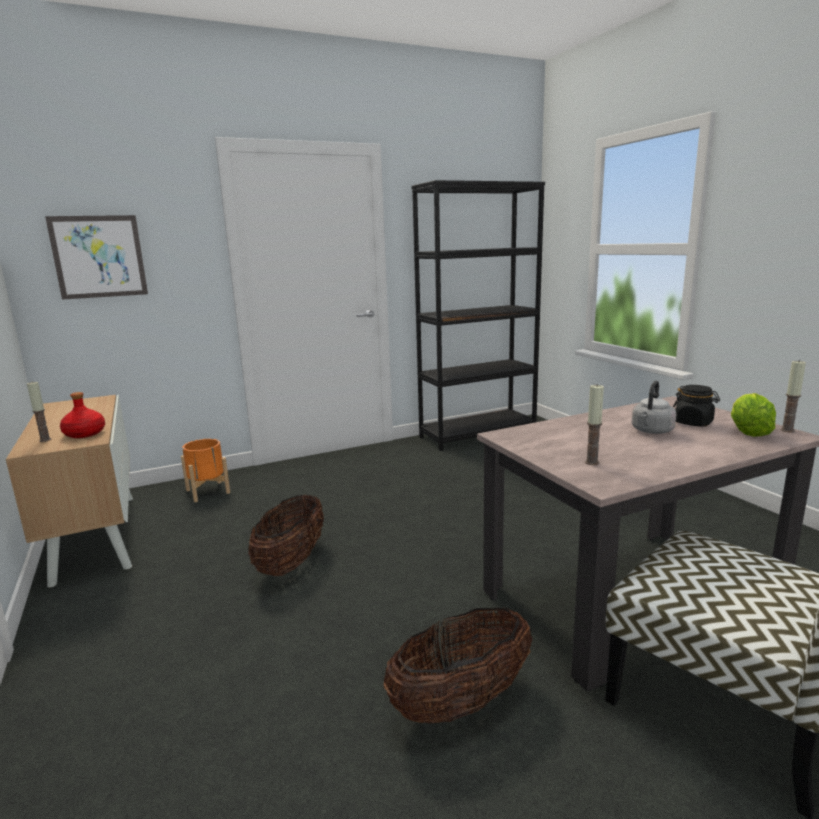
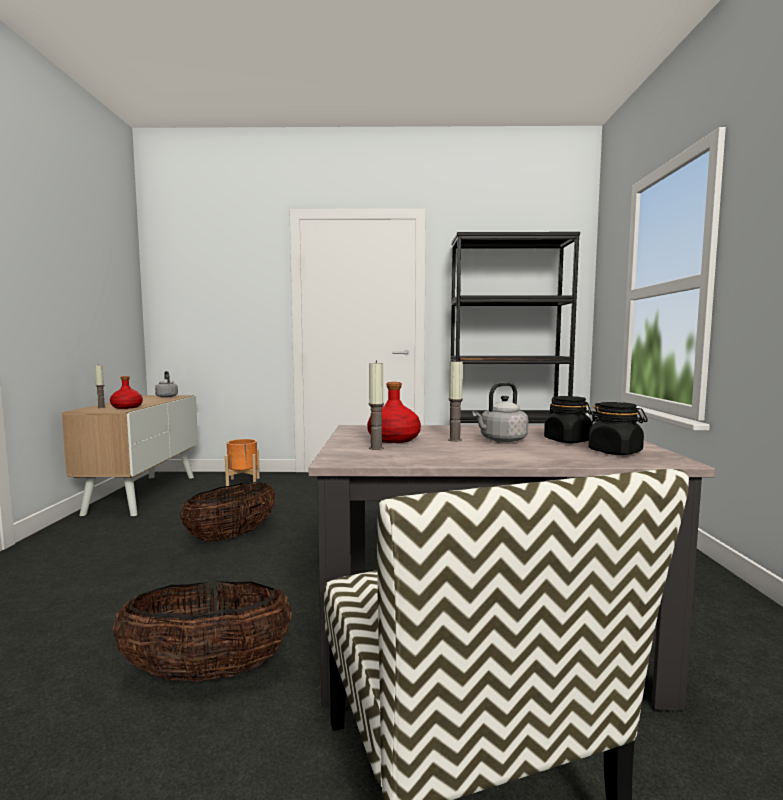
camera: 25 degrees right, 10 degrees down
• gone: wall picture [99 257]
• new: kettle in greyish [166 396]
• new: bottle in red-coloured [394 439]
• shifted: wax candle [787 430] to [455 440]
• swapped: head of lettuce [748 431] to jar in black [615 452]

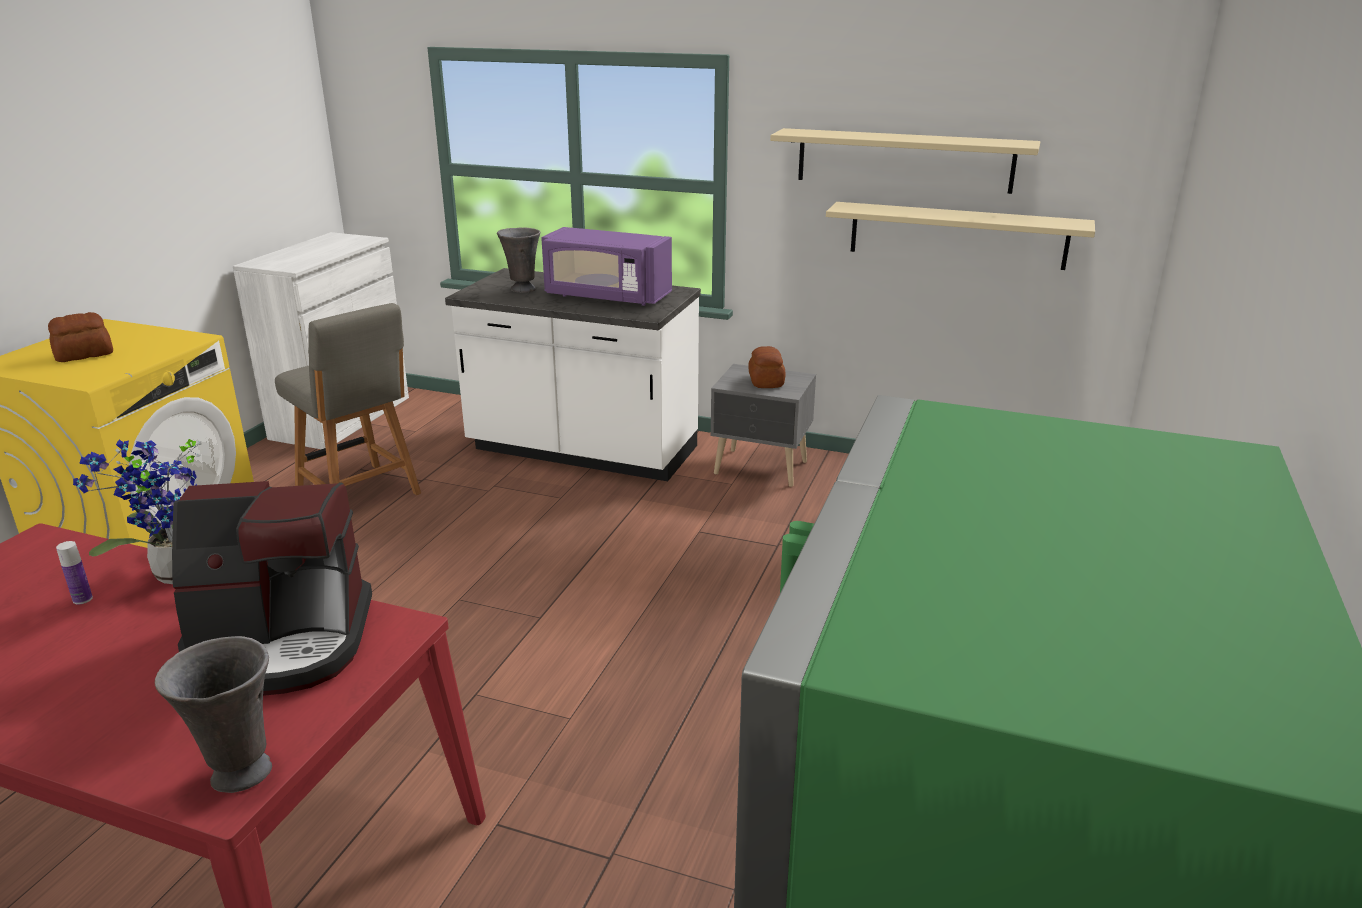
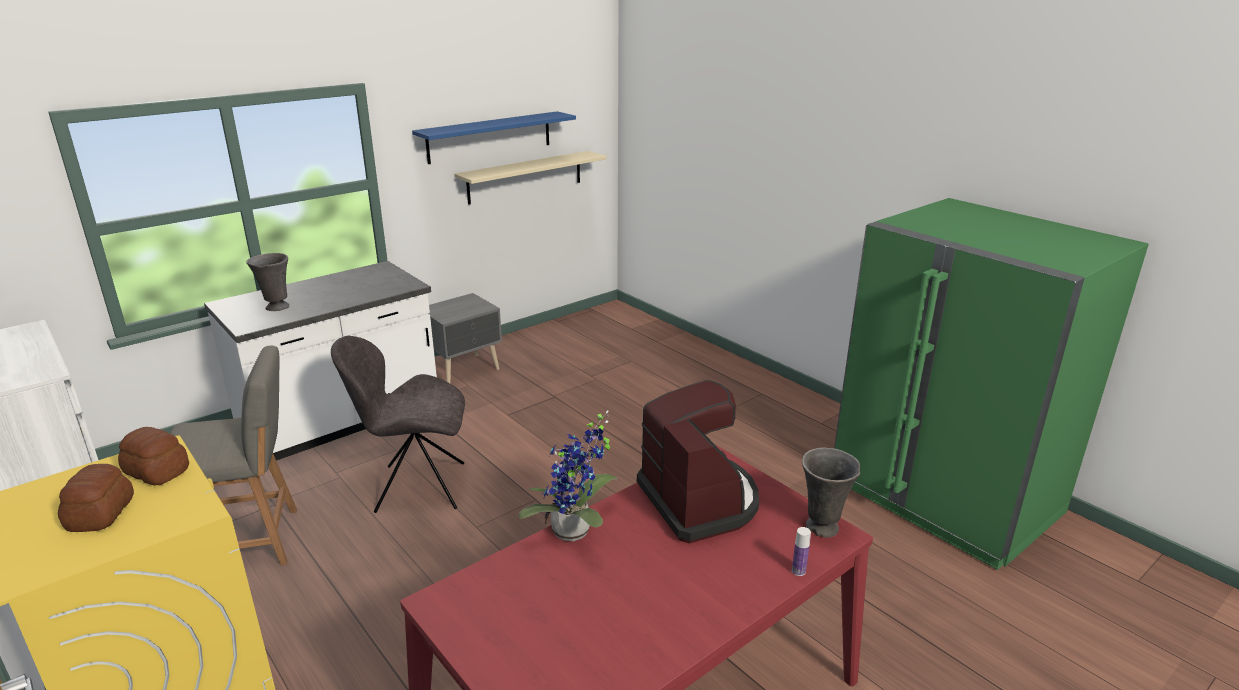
camera: 60 degrees left, 0 degrees up
• gone: microwave oven in purple-coloured [606 297]
• new: upright chair in greyish [416 487]
• shifted: bottle [82 599] to [798 571]
• shifted: bakery bread [766 381] to [157 471]
• repainted: bracket shelf in sand-coloured [904 160] to bracket shelf in blue-coloured [490 137]
• rotated: coffee brewer [281 643] = [699 501] 45 degrees counterclockwise

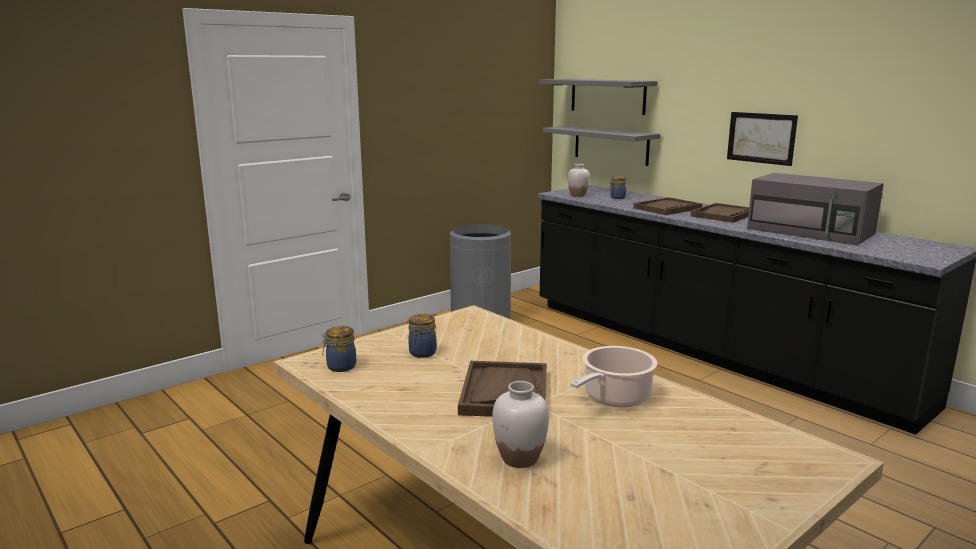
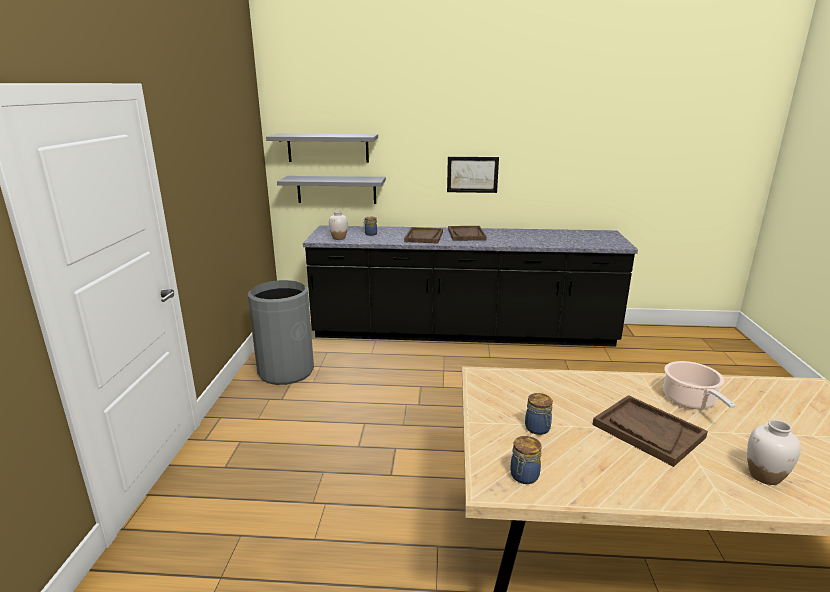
camera: 45 degrees left, 5 degrees up
• gone: microwave oven in greyish [811 231]

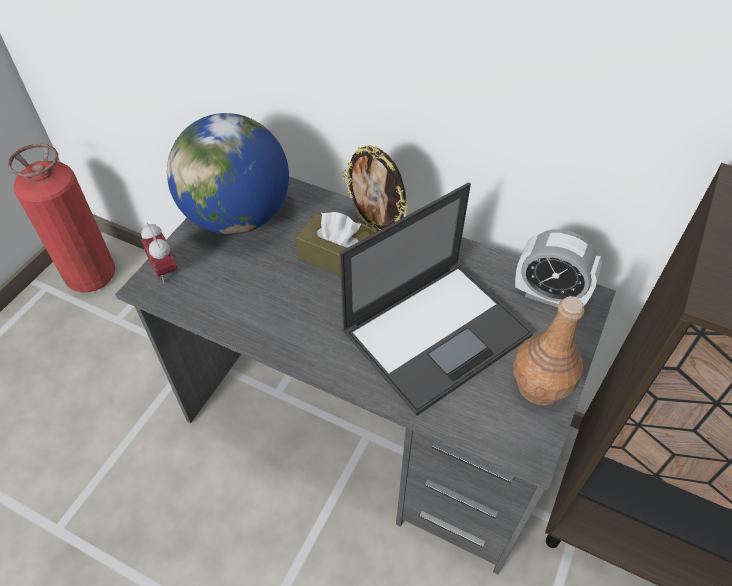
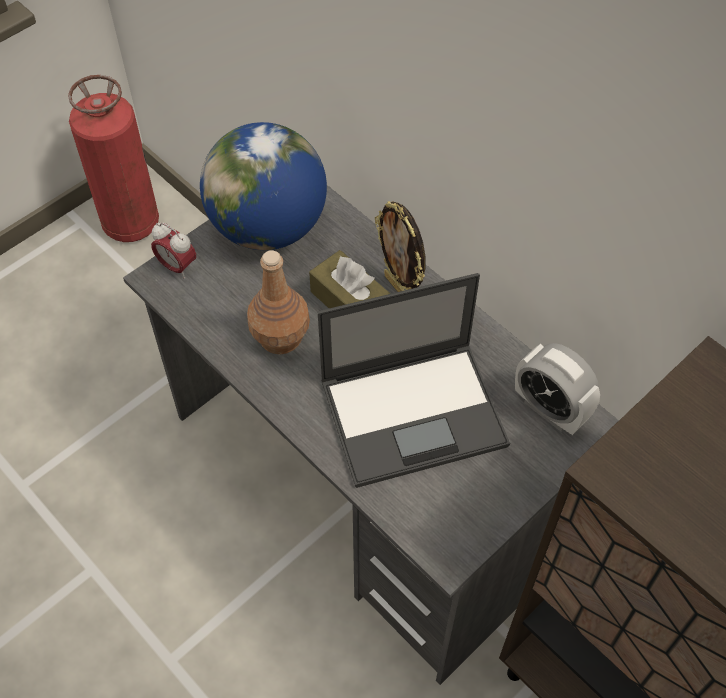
camera: 20 degrees right, 5 degrees up
• shifted: bottle in brown-coloured [539 386] to [279 337]
• rotated: bedside clock [165 270] = [177 266] 45 degrees counterclockwise

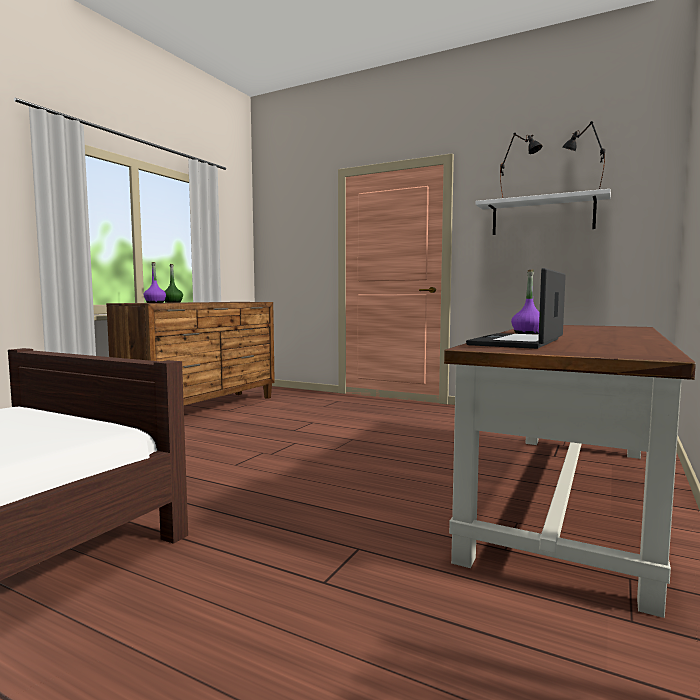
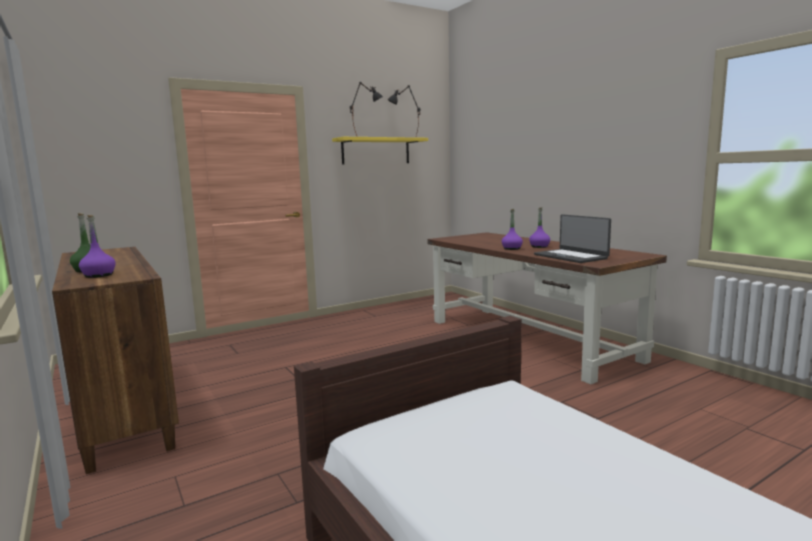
camera: 60 degrees left, 5 degrees up
• new: bottle in purple-coloured [539 246]
• repainted: bracket shelf in white [542 216] to bracket shelf in yellow-coloured [376 151]

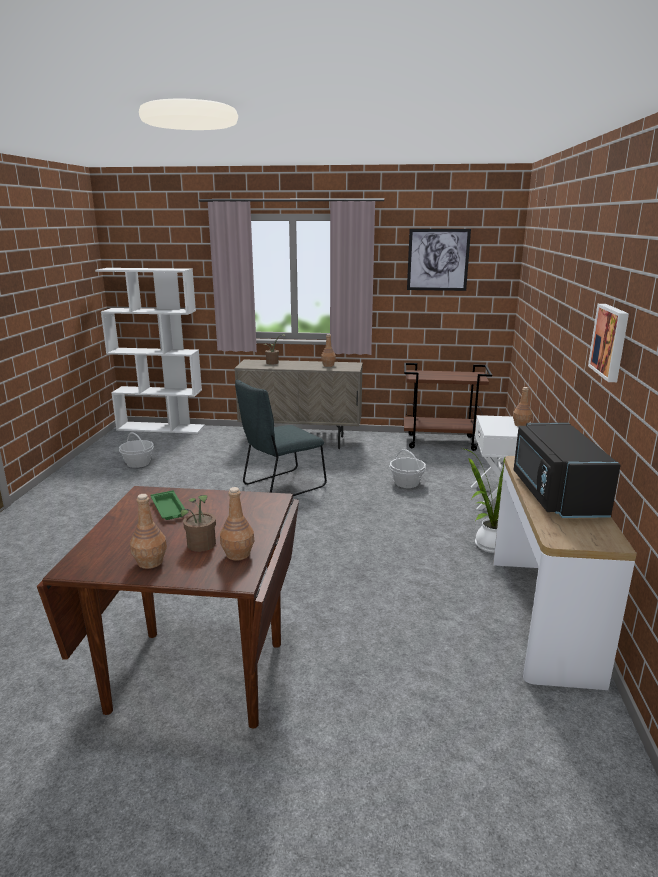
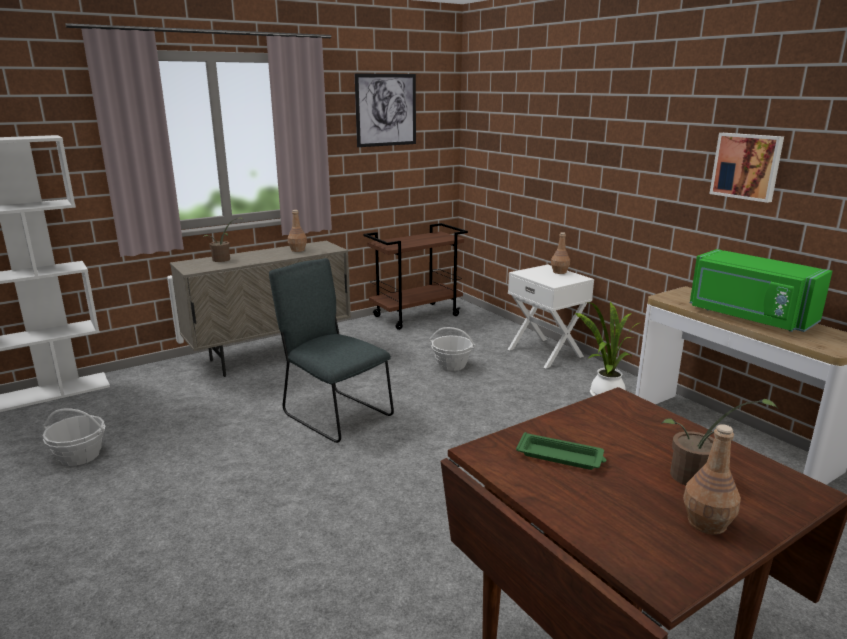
camera: 40 degrees left, 0 degrees up
• gone: bottle in brown-coloured [238 554]
• repainted: microwave oven in black [555 495] to microwave oven in greenish [749 317]
• rotated: upright chair in greyish [281 486] = [334 413] 120 degrees clockwise

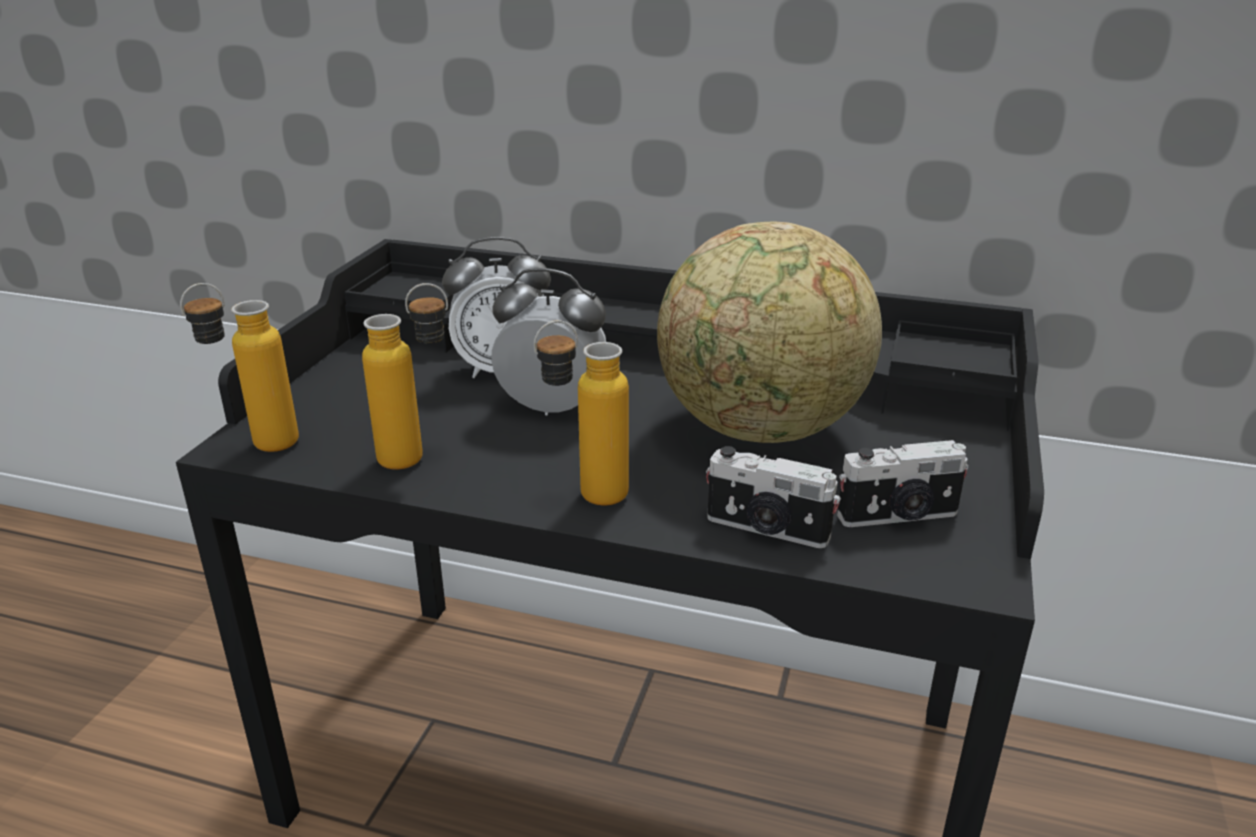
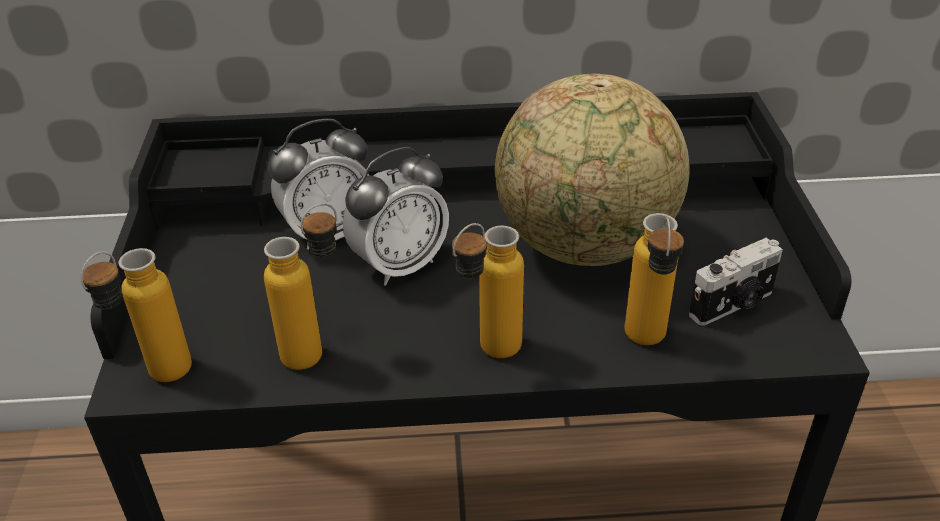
camera: 20 degrees left, 10 degrees up
• swapped: photo camera [766 530] to bottle [646 345]
• rotated: bedside clock [552 408] = [399 265] 150 degrees clockwise

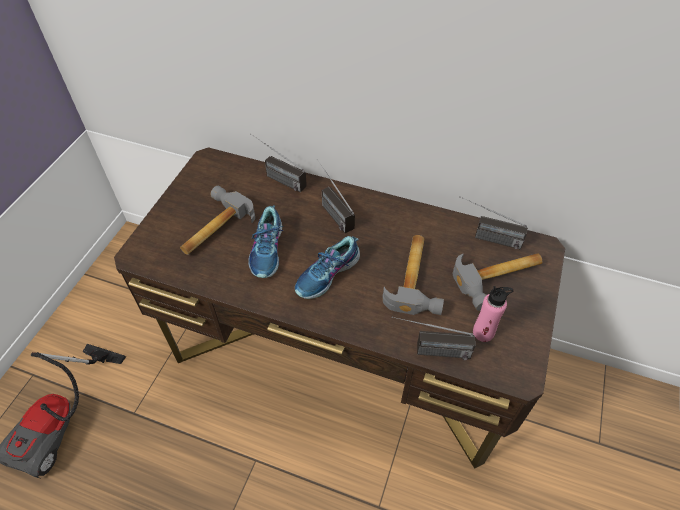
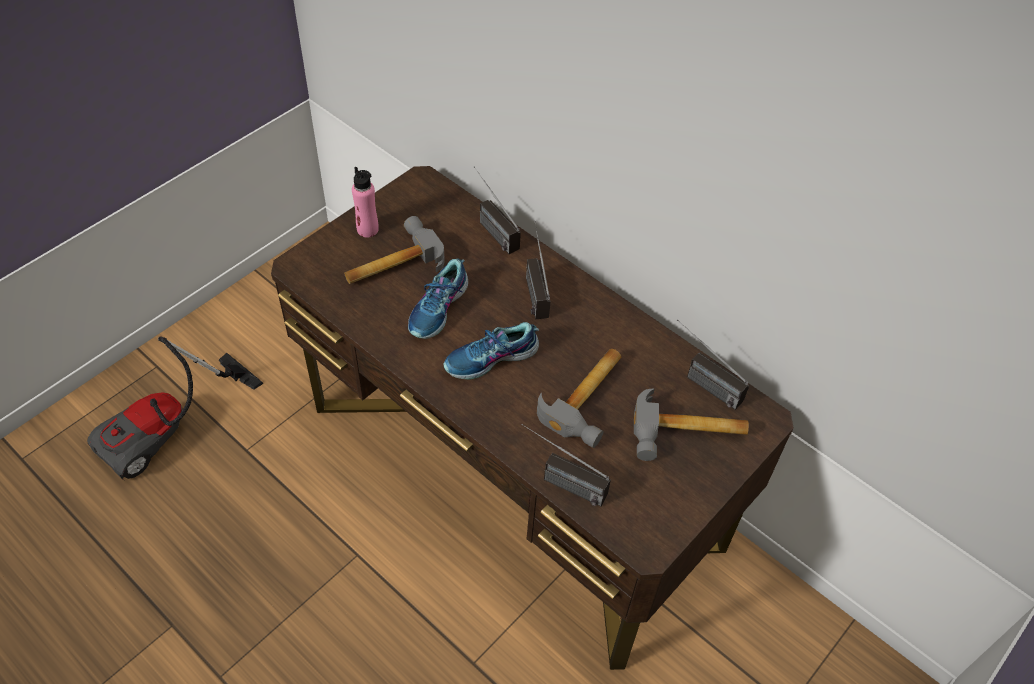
camera: 20 degrees right, 0 degrees up
• shifted: bottle in pink-coloured [483 332] to [367 229]

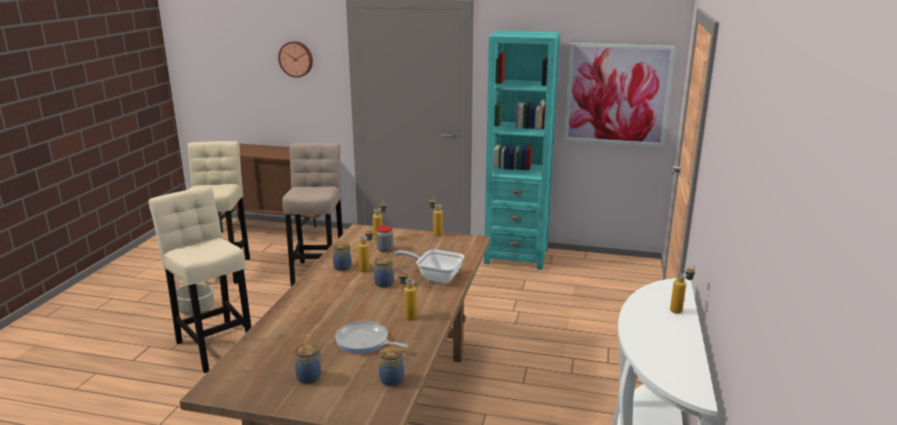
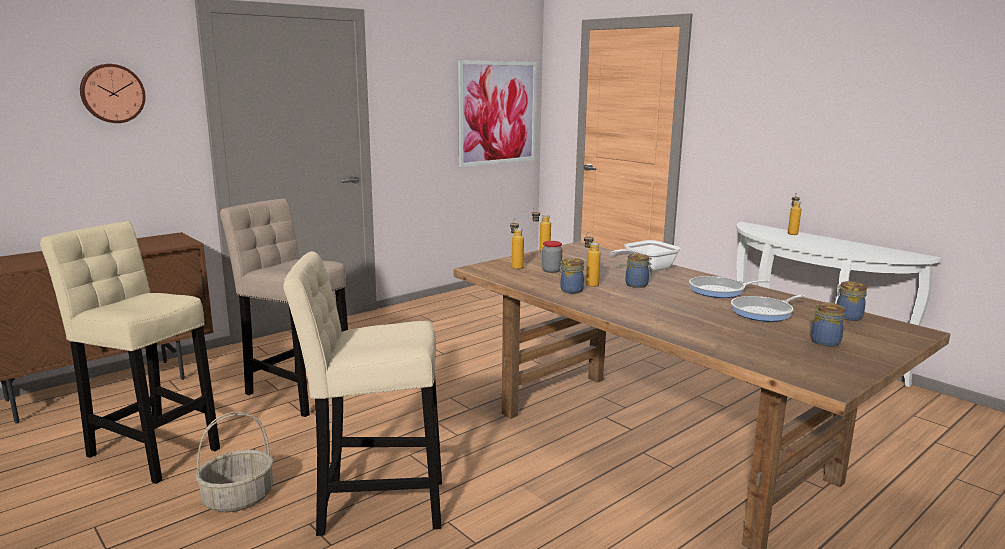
camera: 55 degrees left, 5 degrees down
• gone: shelving unit in turquoise-coloured [516 256]
• swapped: bottle [407 315] to skillet [720 291]

